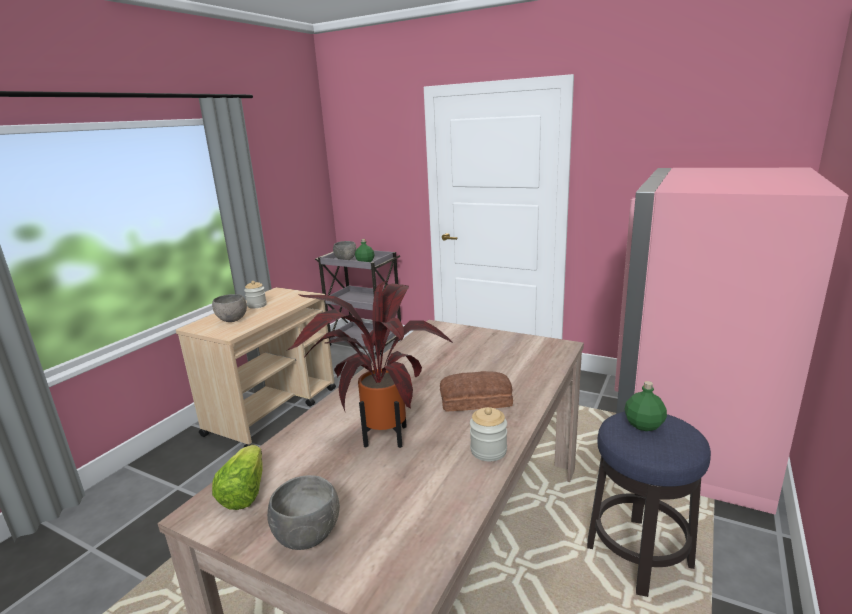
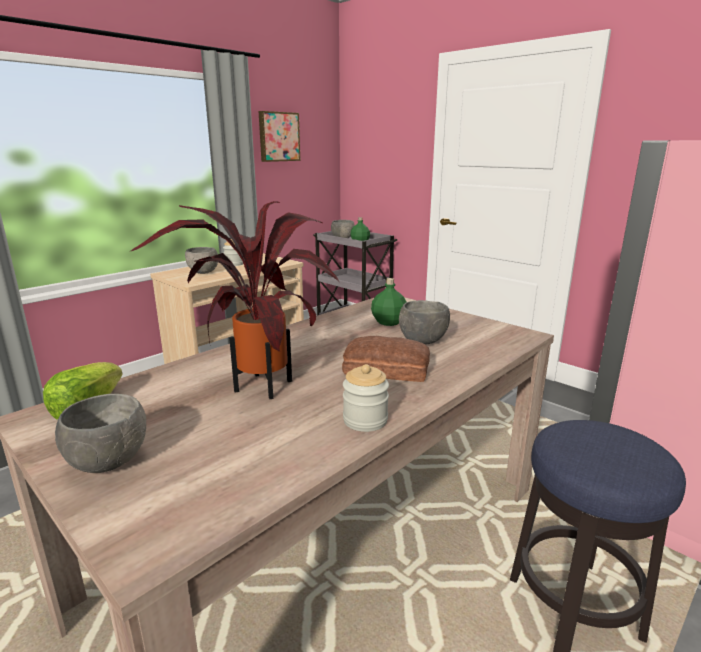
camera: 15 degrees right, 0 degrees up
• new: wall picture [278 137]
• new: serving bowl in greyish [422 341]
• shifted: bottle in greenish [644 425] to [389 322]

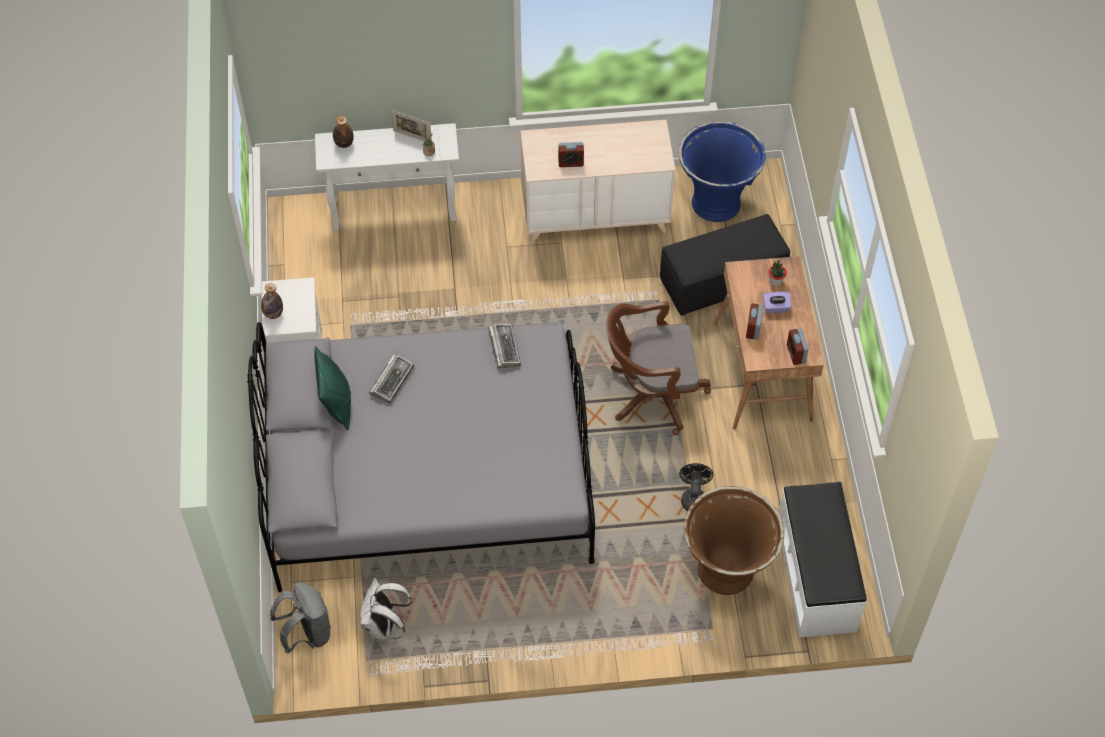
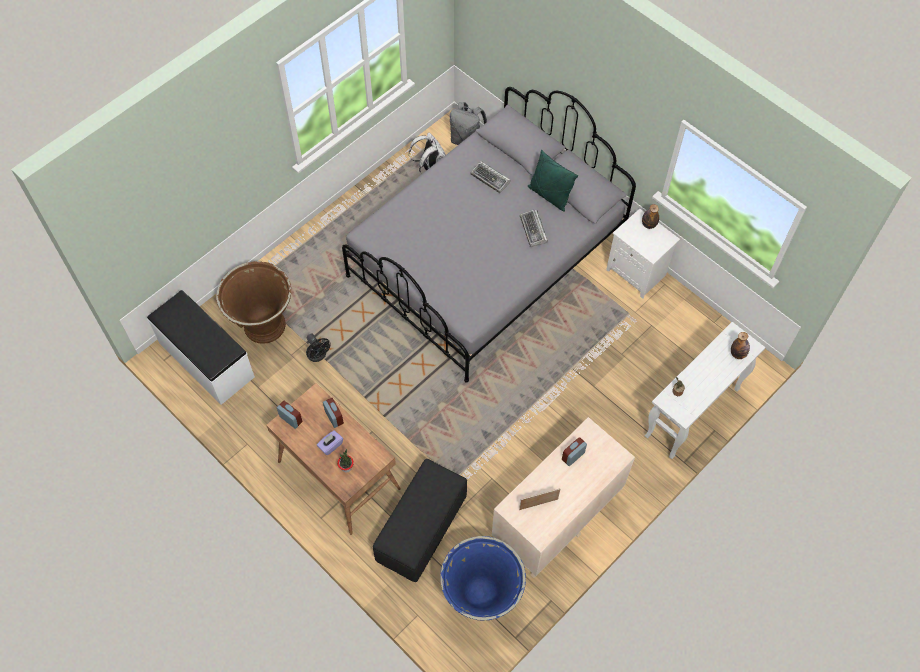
camera: 140 degrees right, 5 degrees up
• gone: computer chair in brown-coloured [651 394]
• shifted: photo frame [412 137] to [538 504]
• shifted: computer keyboard [504 347] to [490 179]

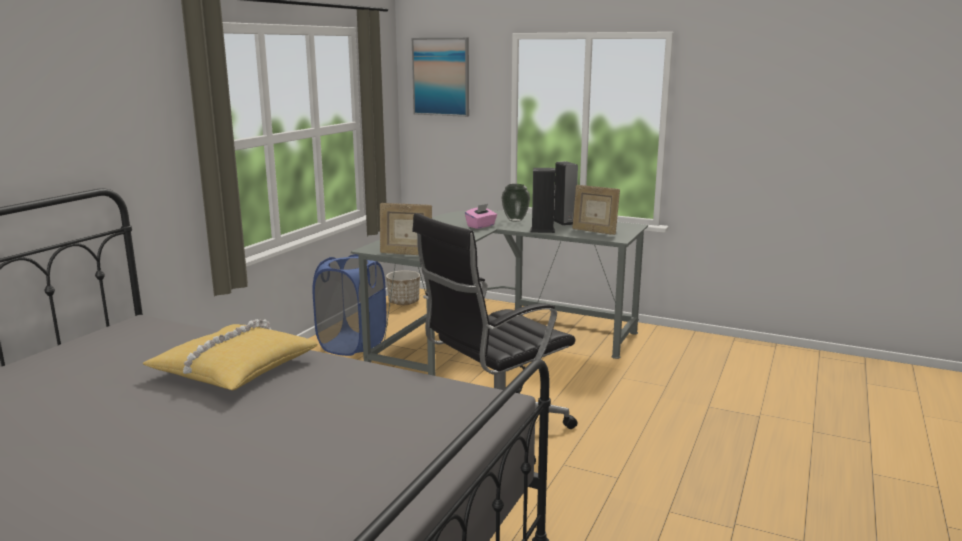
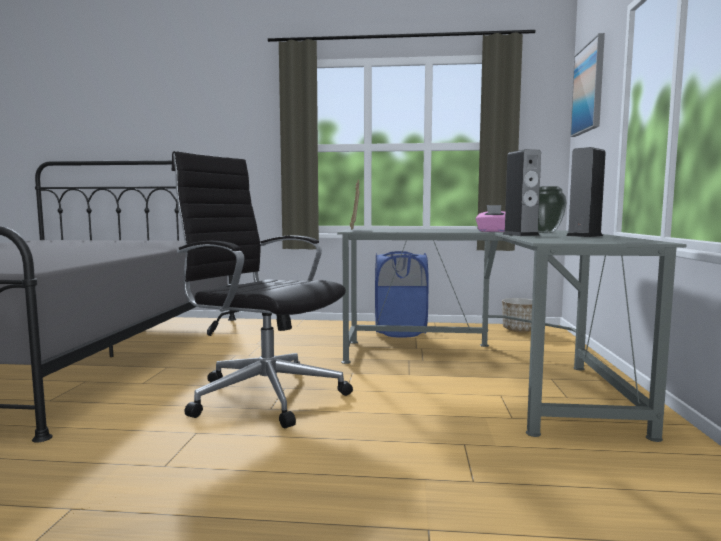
camera: 70 degrees right, 10 degrees down
• gone: cushion in yellow-coloured [234 369]
• gone: photo frame [594 232]

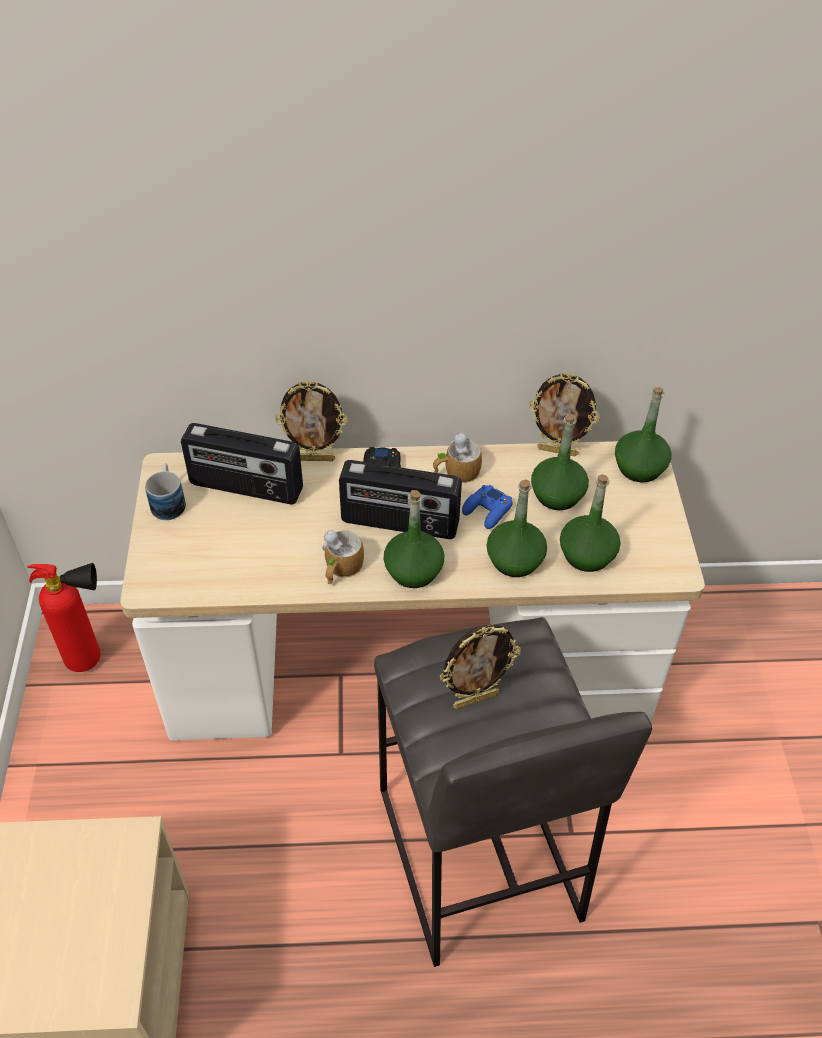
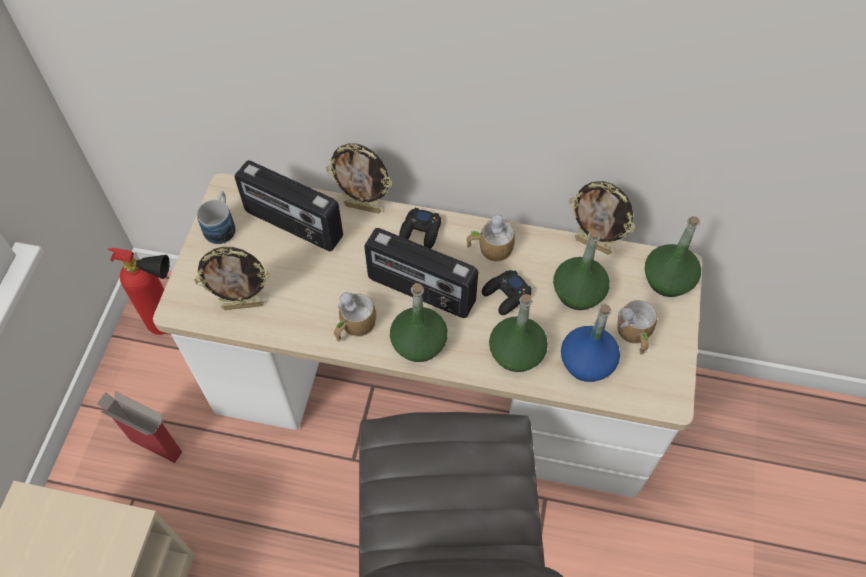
camera: 15 degrees right, 10 degrees up
• new: cardboard box [155 446]
• new: tea mug [634 335]
• shifted: photo frame [475 699] to [243 305]
• repainted: joypad in blue-coloured [487 511] to joypad in black [506 295]
• repainted: bottle in greenish [587 554] to bottle in blue-coloured [587 362]

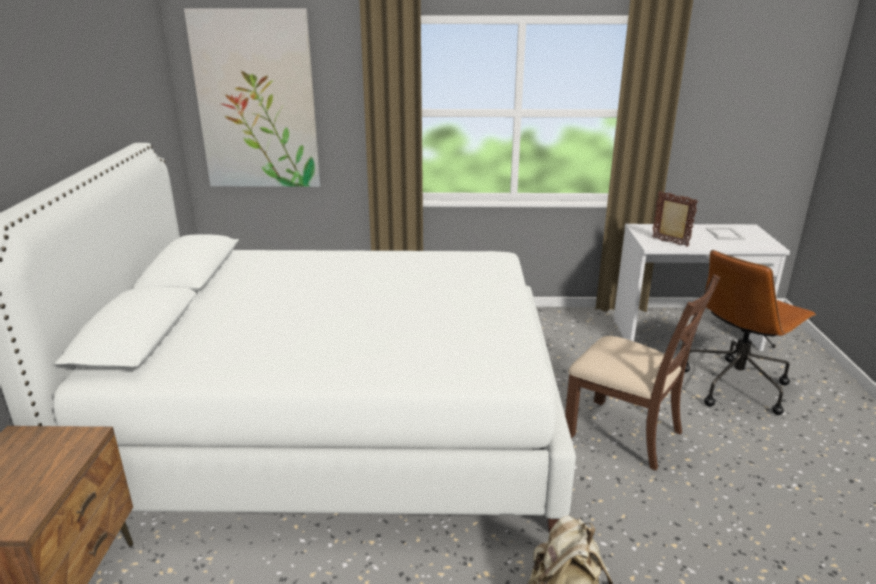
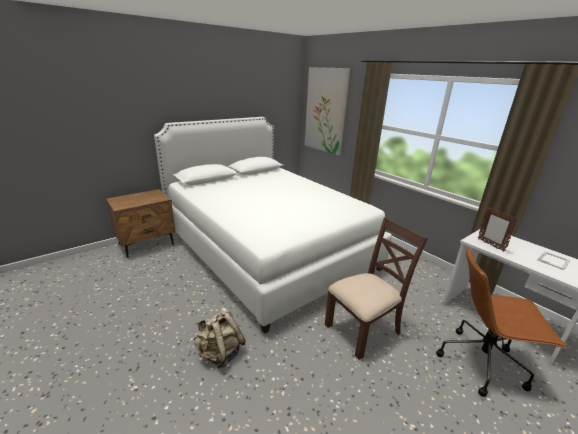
camera: 50 degrees right, 0 degrees up
• rotated: upright chair in brown-coloured [625 433] = [363 329] 120 degrees counterclockwise
• rotated: photo frame [670 242] = [490 245] 150 degrees clockwise

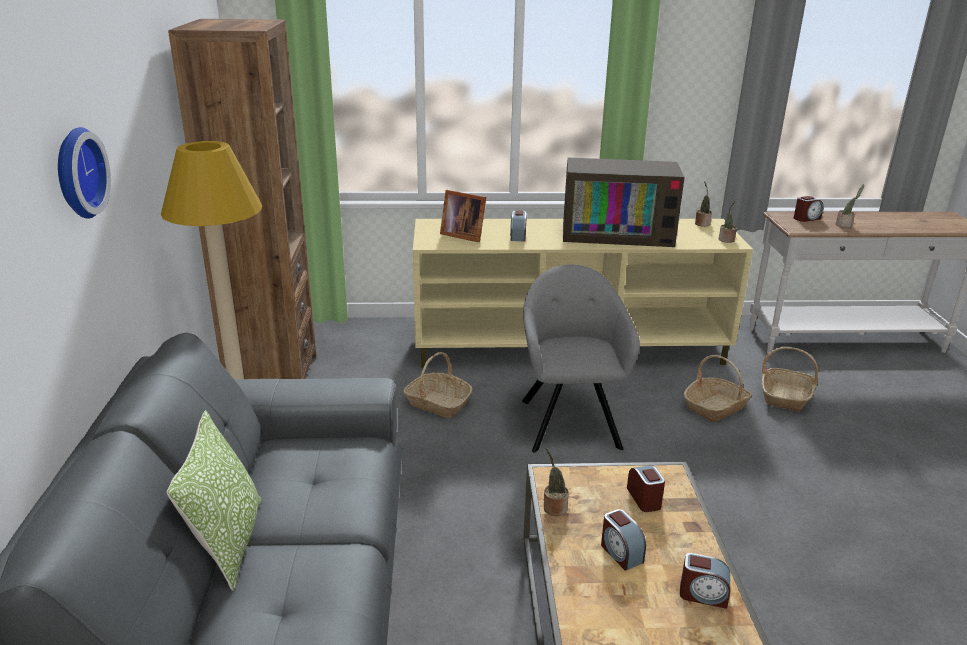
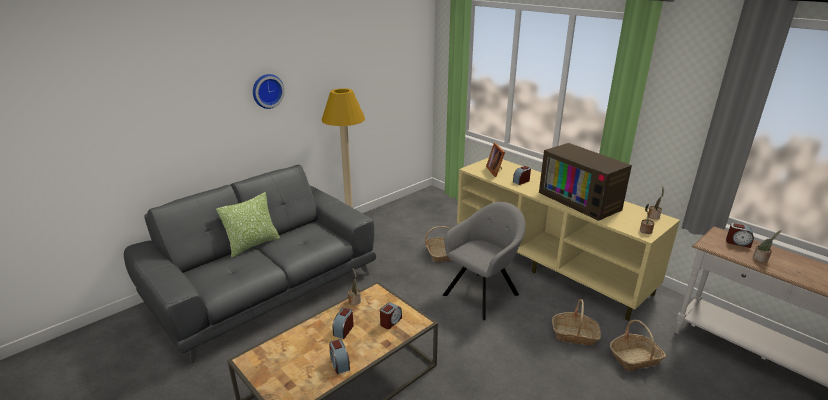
camera: 50 degrees right, 0 degrees up
• gone: shelving unit in brown-coloured [272 375]

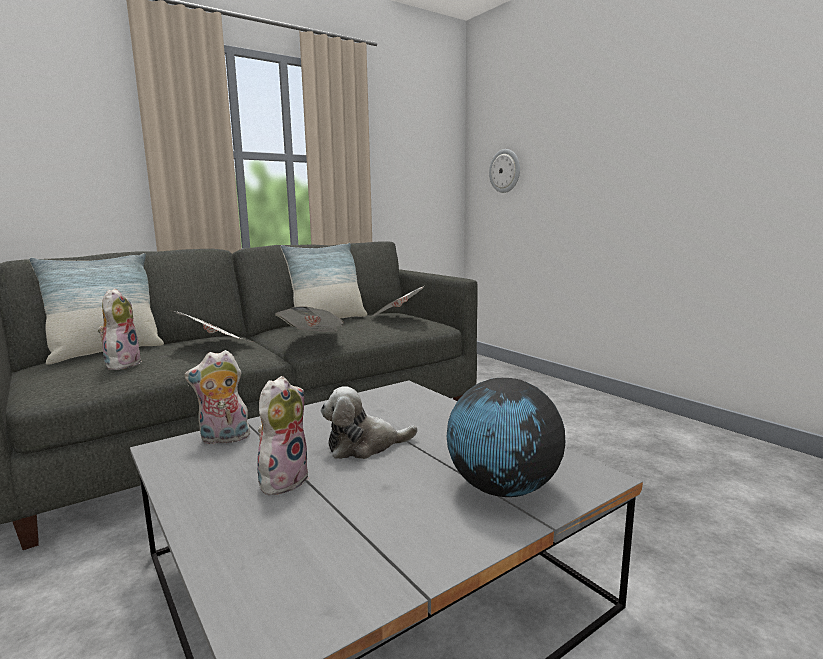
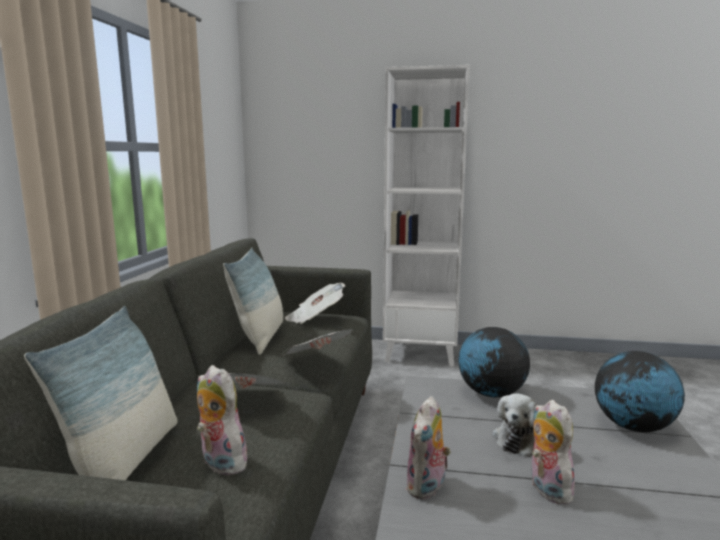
camera: 45 degrees left, 0 degrees up
• gone: wall clock [505 171]
• new: shelving unit in white [421 353]
• new: world globe [491 393]

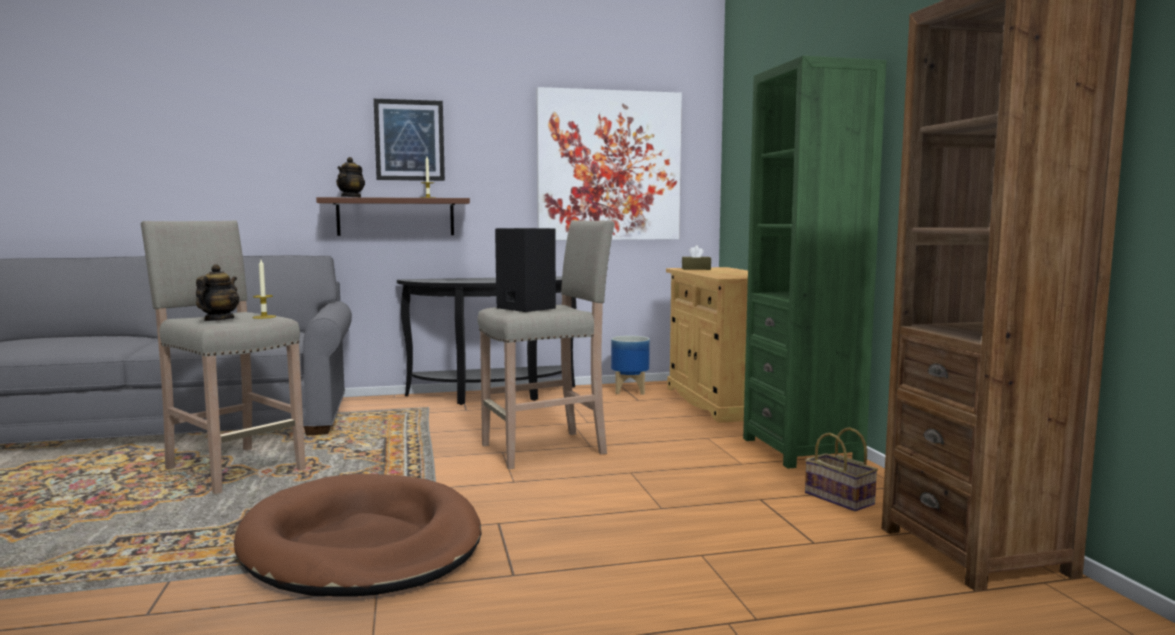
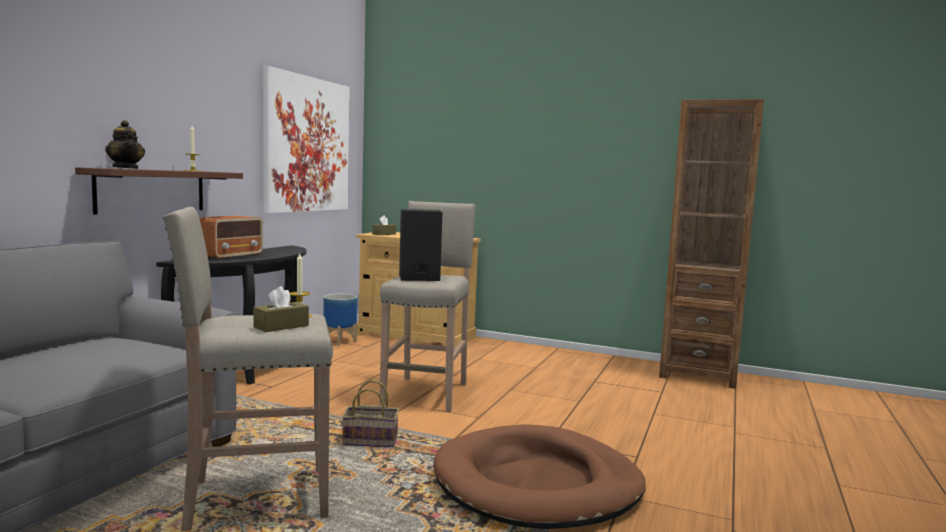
camera: 55 degrees left, 0 degrees up
• gone: wall picture [409 140]
• gone: shelving unit in greenish [802 449]
• new: radio receiver [232 256]
• shifted: basket [841 499] to [372 441]
• swapped: teapot [218 320] to tissue box in brown-coloured [281 326]

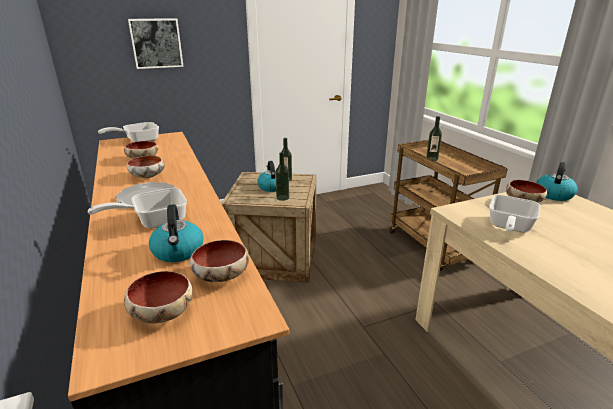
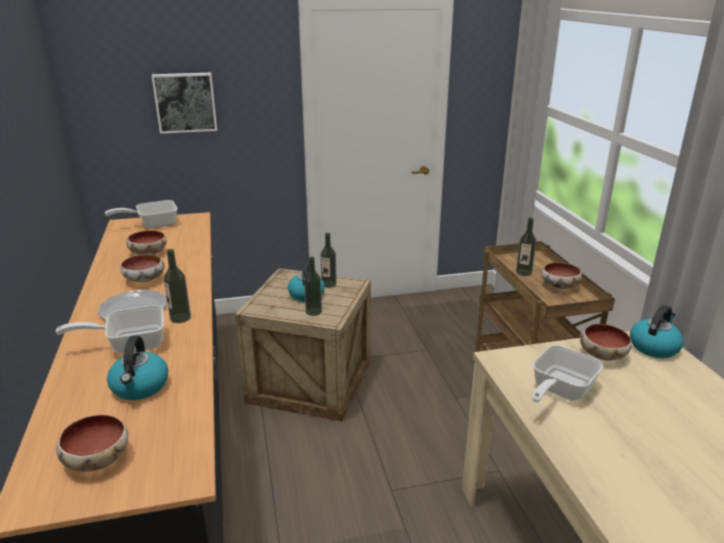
camera: 10 degrees right, 0 degrees up
• new: bottle [180 318]
• shifted: serving bowl [221 276] to [559 286]

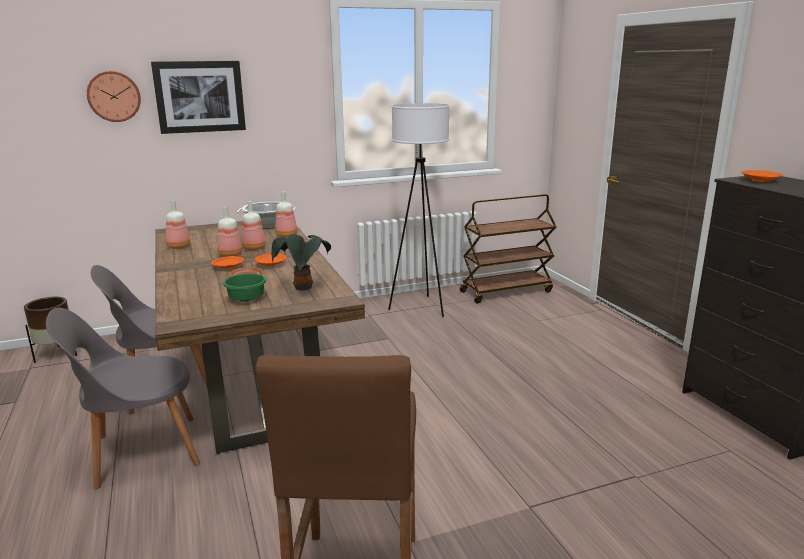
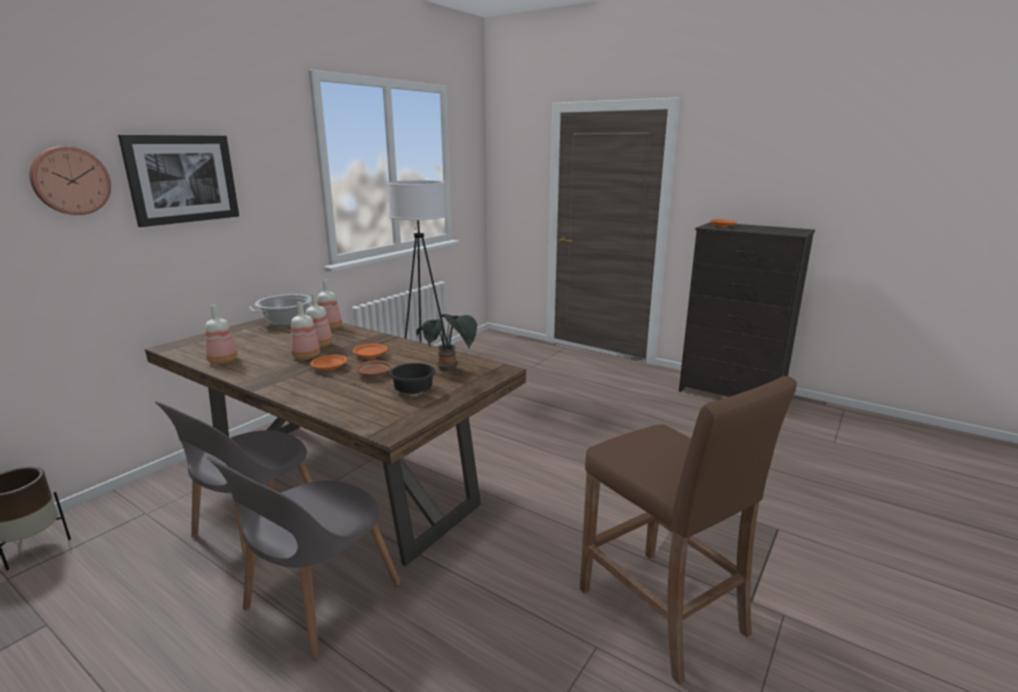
camera: 35 degrees left, 0 degrees up
• gone: trolley in brown-coloured [506 291]
• repainted: serving bowl in greenish [247 299] to serving bowl in black [415 391]

